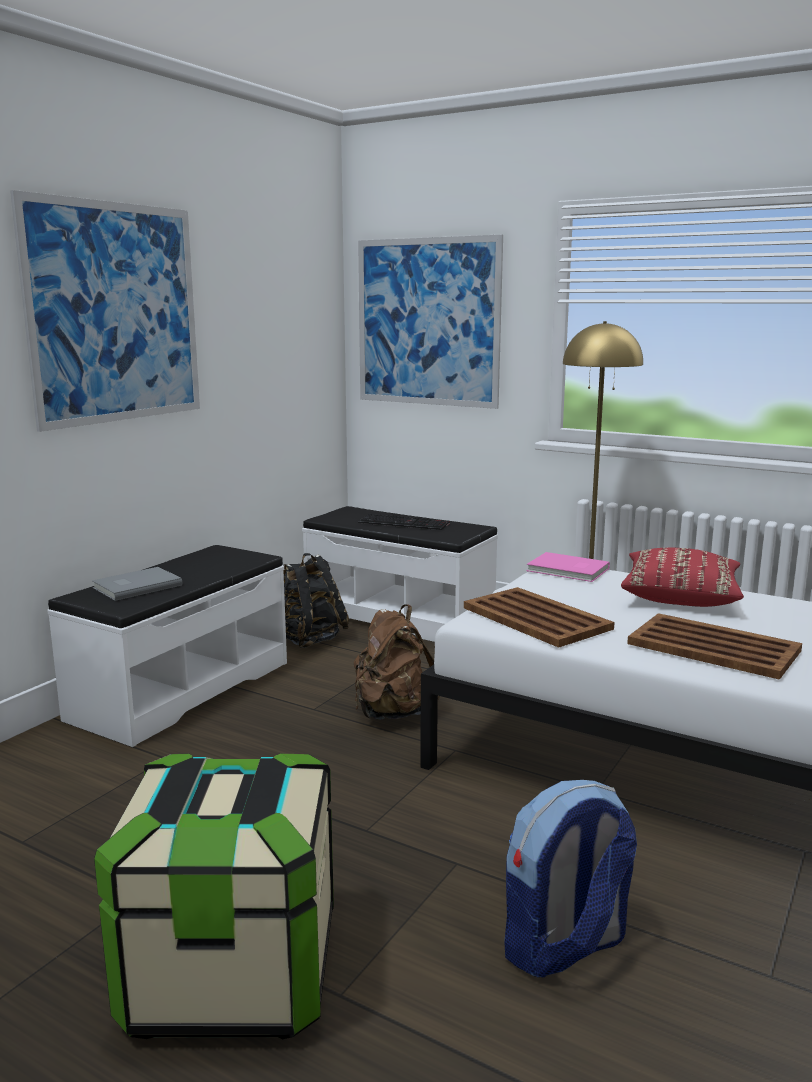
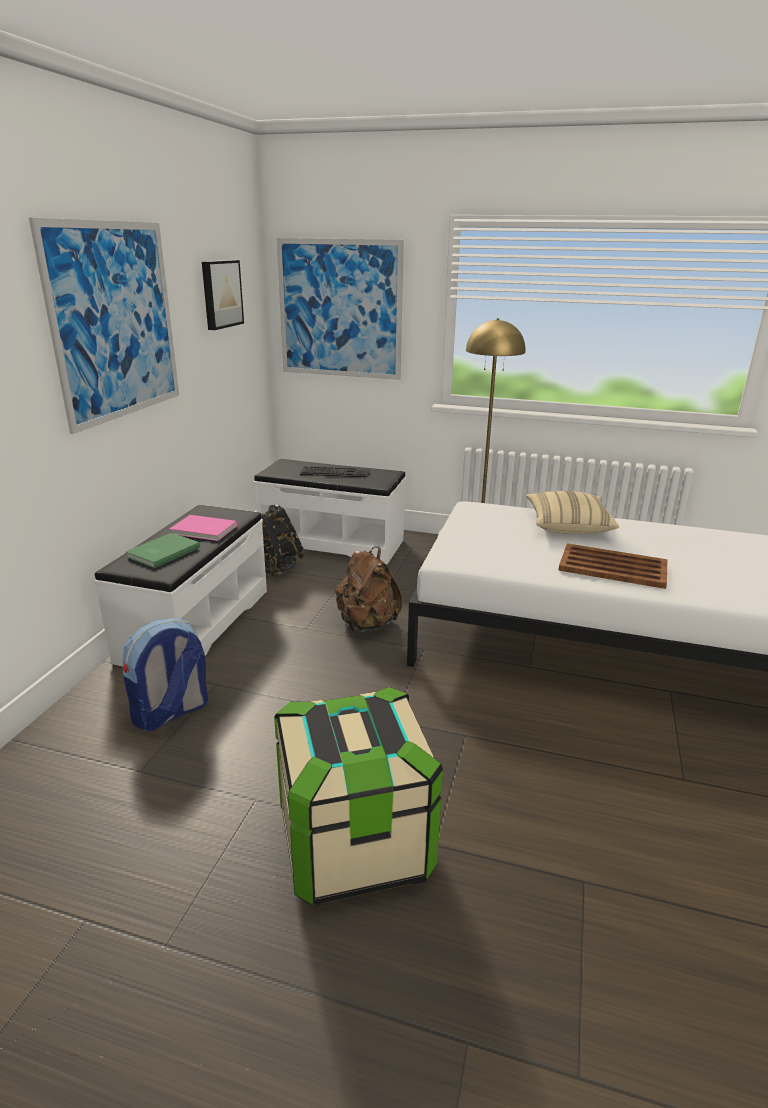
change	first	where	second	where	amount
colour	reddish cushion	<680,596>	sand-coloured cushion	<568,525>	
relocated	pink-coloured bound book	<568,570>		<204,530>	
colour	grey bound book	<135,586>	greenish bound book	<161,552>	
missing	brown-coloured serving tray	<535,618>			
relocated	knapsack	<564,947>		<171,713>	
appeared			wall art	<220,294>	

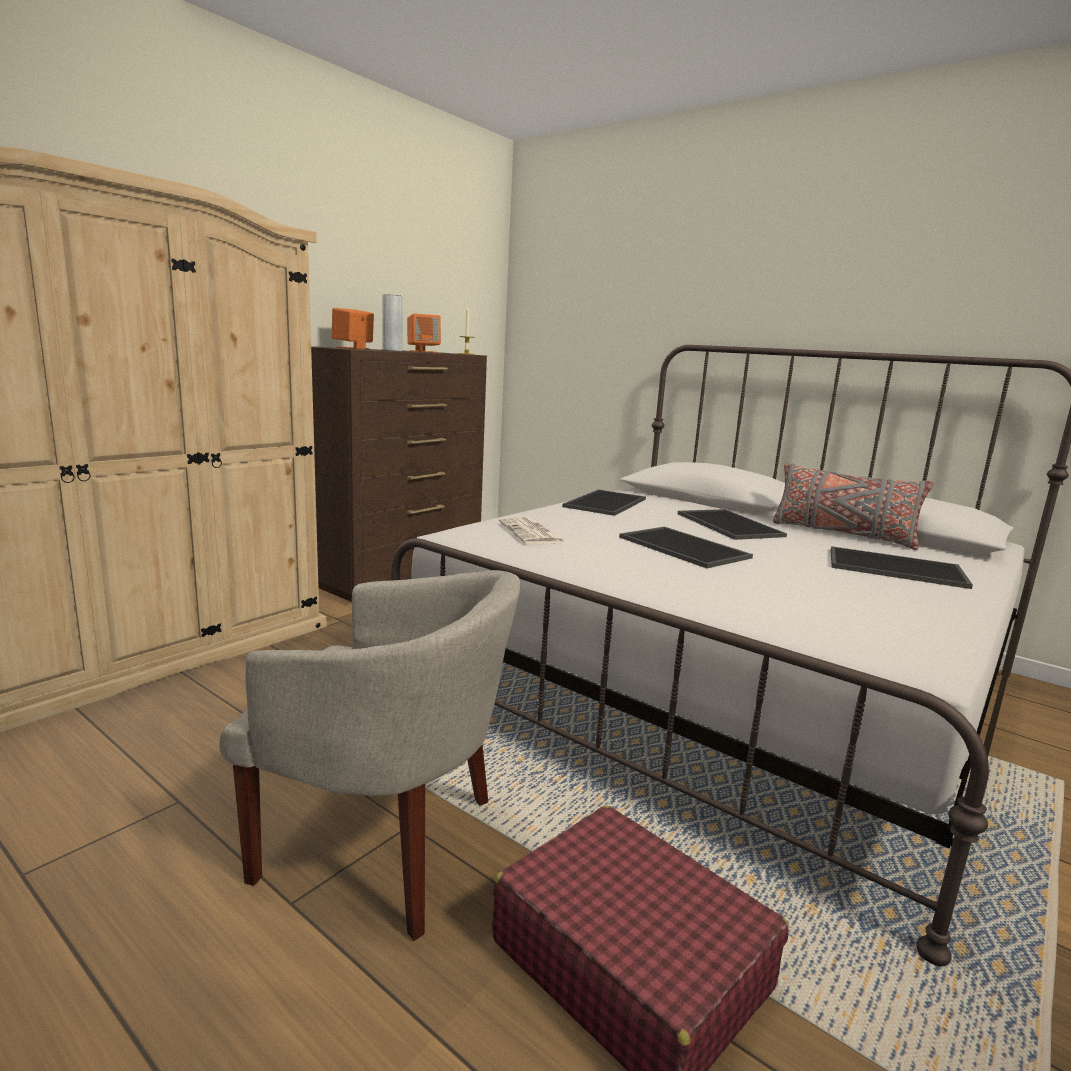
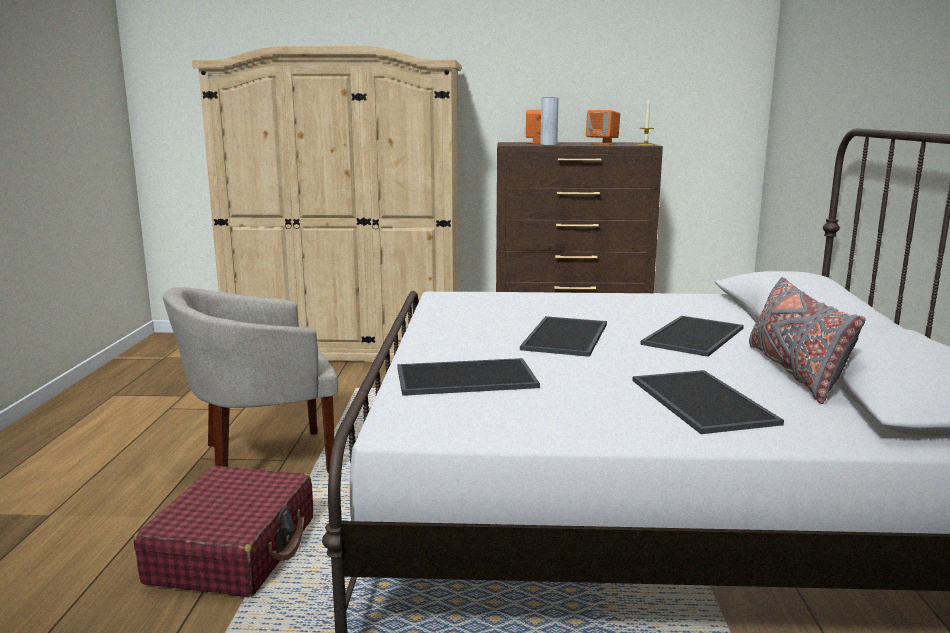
change	first	where	second	where	amount
relocated	serving tray	<606,503>		<465,378>	
missing	daily paper	<532,533>			
spun	sand-coloured lounge chair	<387,845>		<262,461>	90 degrees clockwise

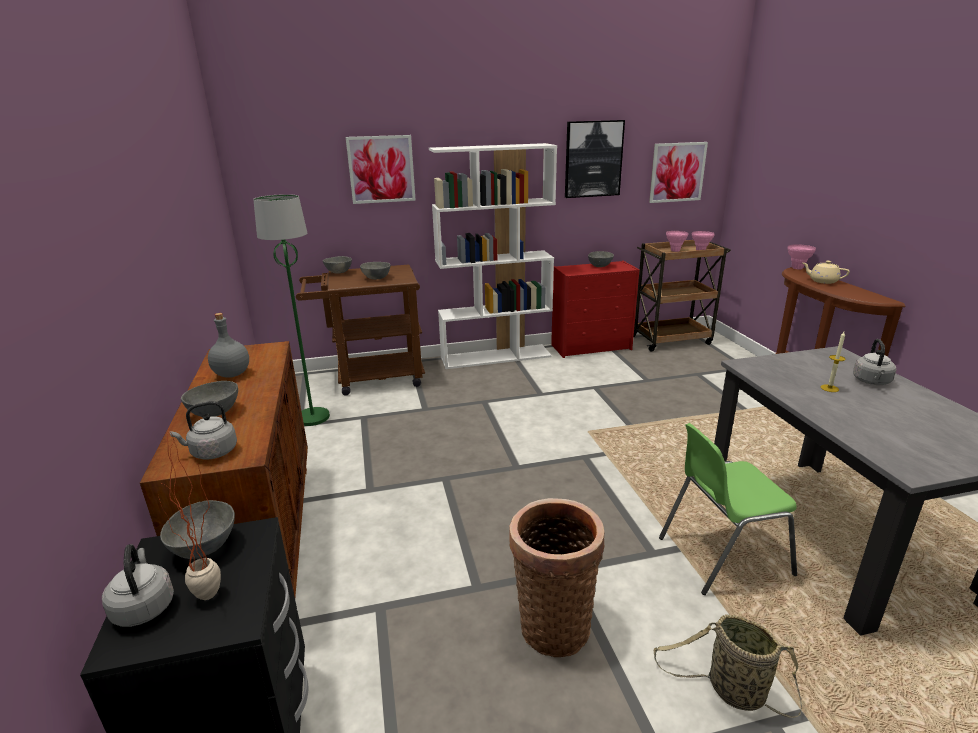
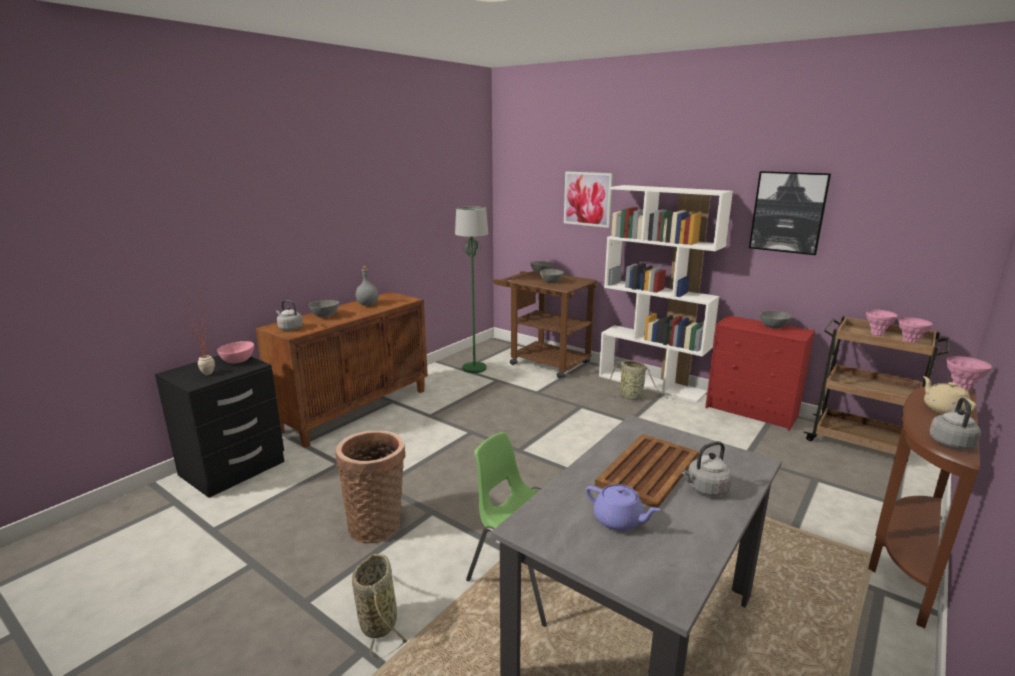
change	first	where	second	where	amount
missing	wall art	<677,172>			
exchanged	wax light	<829,388>	brown-coloured serving tray	<649,469>	
colour	grey serving bowl	<206,546>	pink-coloured serving bowl	<239,361>	
relocated	grey tea kettle	<144,606>		<950,442>	
appeared			storage basket	<632,397>	
appeared			purple pot for tea	<619,520>	

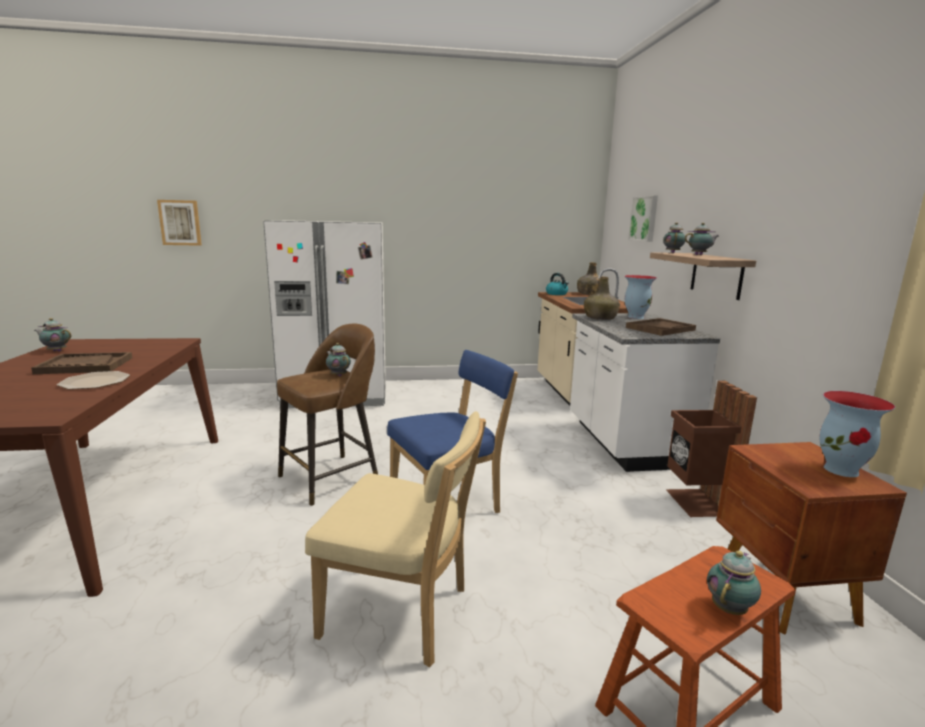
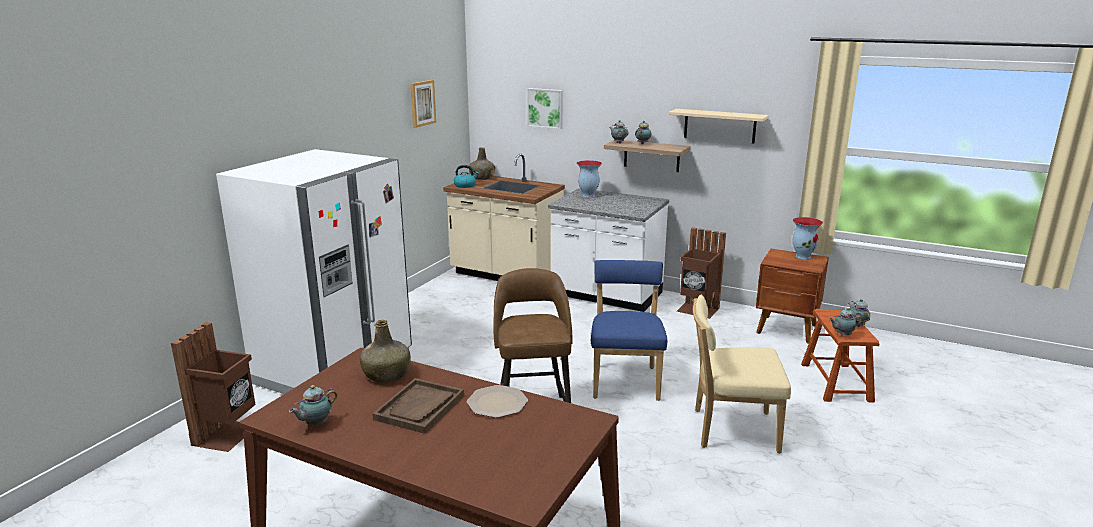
change	first	where	second	where	amount
relocated	wall art	<180,222>		<422,103>	
relocated	greenish bottle	<600,318>		<387,374>	
missing	brown-coloured serving tray	<660,329>			
relocated	pot for tea	<338,375>		<842,335>	
spun	sand-coloured chair	<402,614>		<730,430>	135 degrees counterclockwise
appeared			sand-coloured wall shelf	<719,126>	
appeared			brown-coloured waste bin	<228,435>	

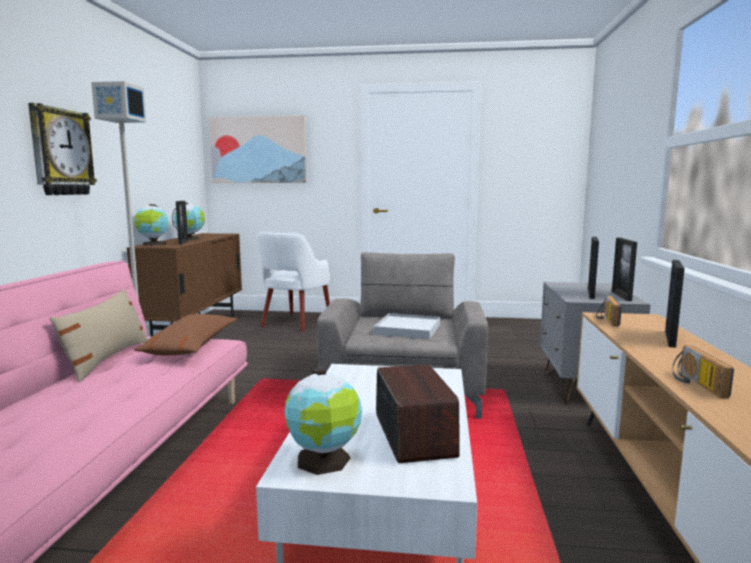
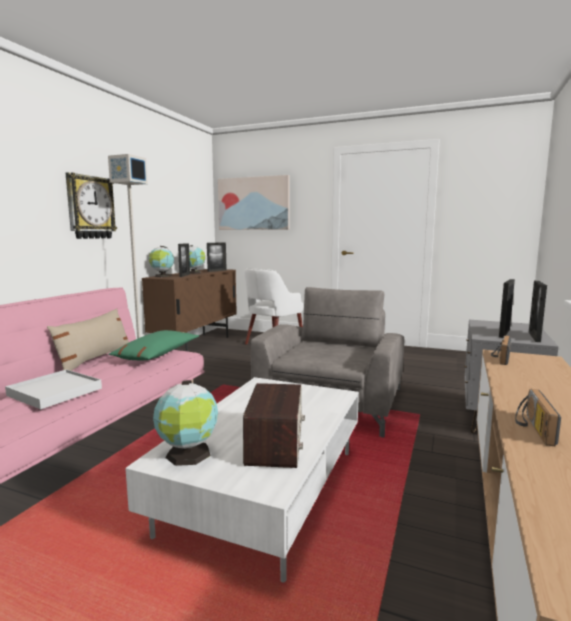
change	first	where	second	where	amount
relocated	photo frame	<670,338>		<217,271>	
relocated	white serving tray	<407,329>		<55,392>	
colour	brown-coloured cushion	<191,346>	greenish cushion	<157,354>	

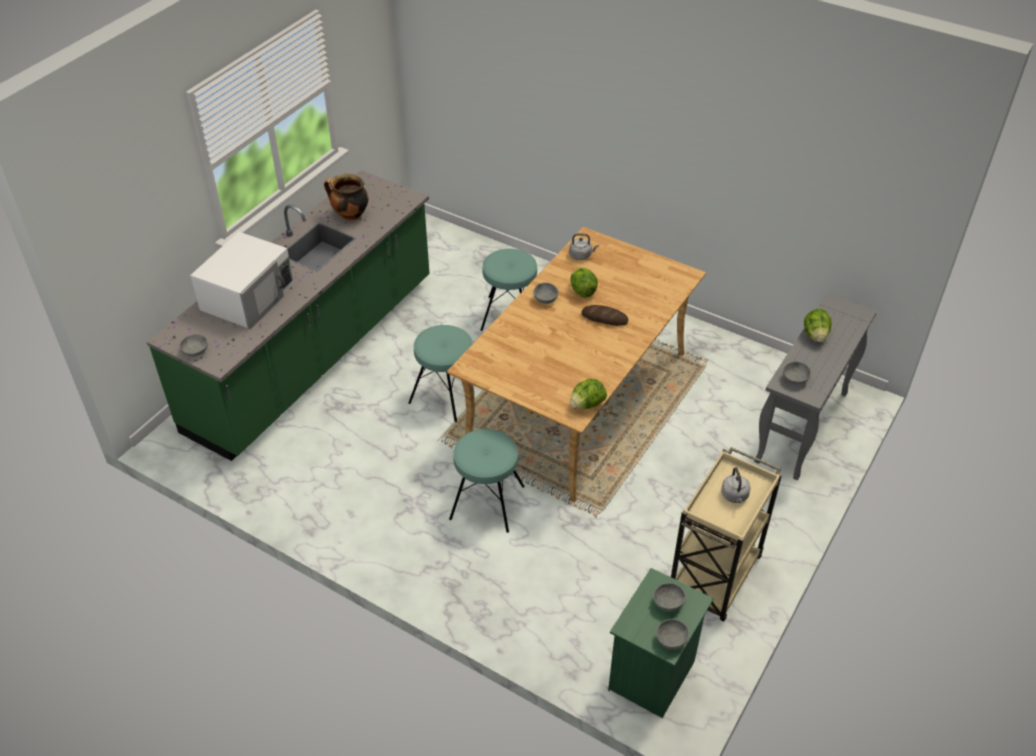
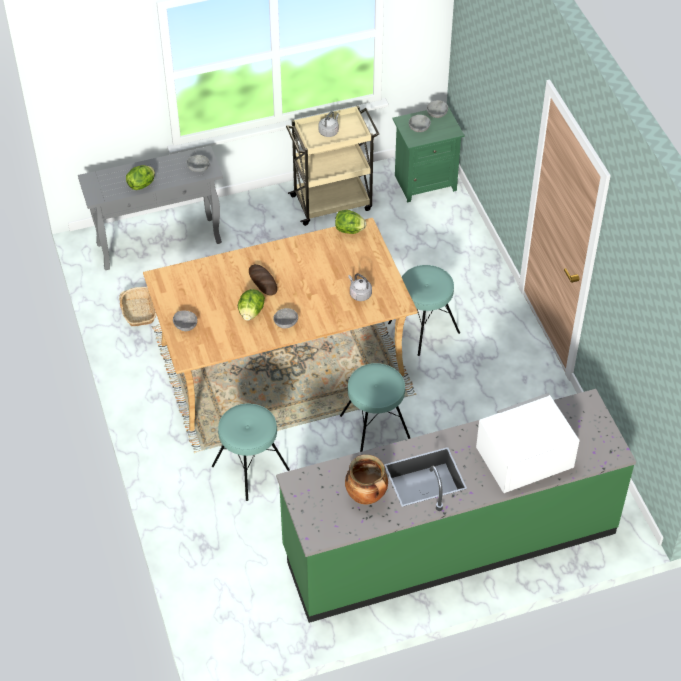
change	first	where	second	where	amount
relocated	grey tea kettle	<581,255>		<359,294>	
relocated	grey serving bowl	<195,352>		<186,325>	
appeared			storage basket	<139,312>	

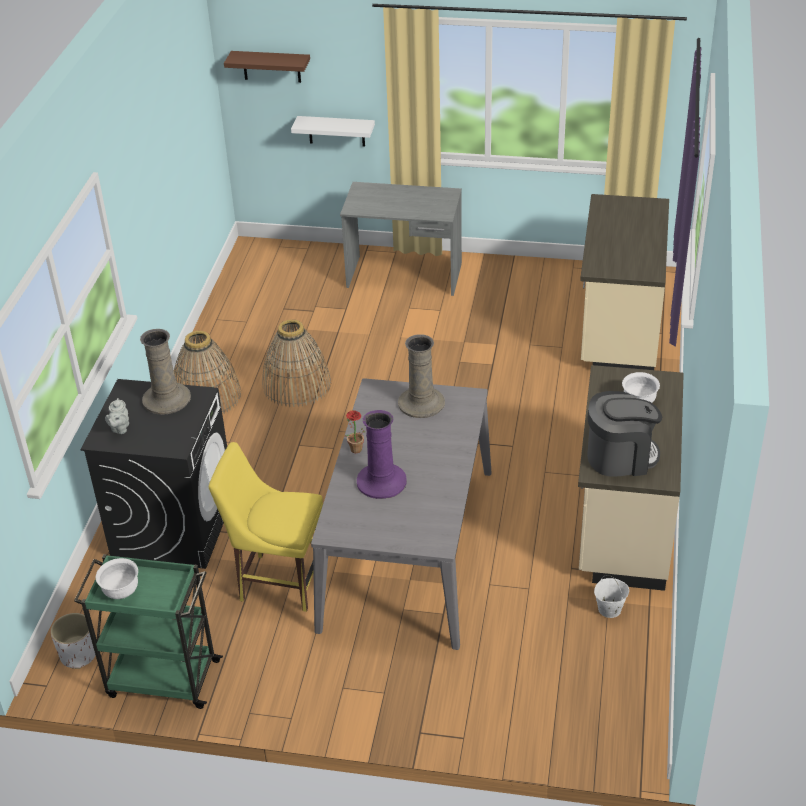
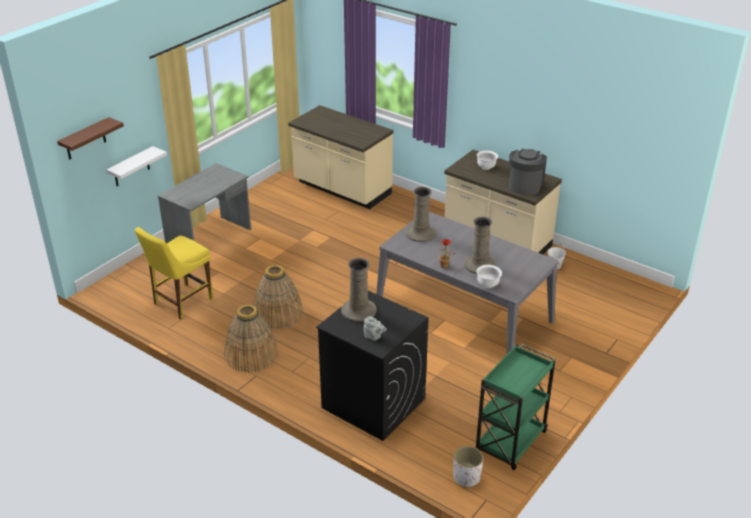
change	first	where	second	where	amount
colour	purple vase	<381,482>	sand-coloured vase	<480,265>	
relocated	yellowish chair	<278,581>		<181,302>	
relocated	white serving bowl	<121,591>		<488,284>	

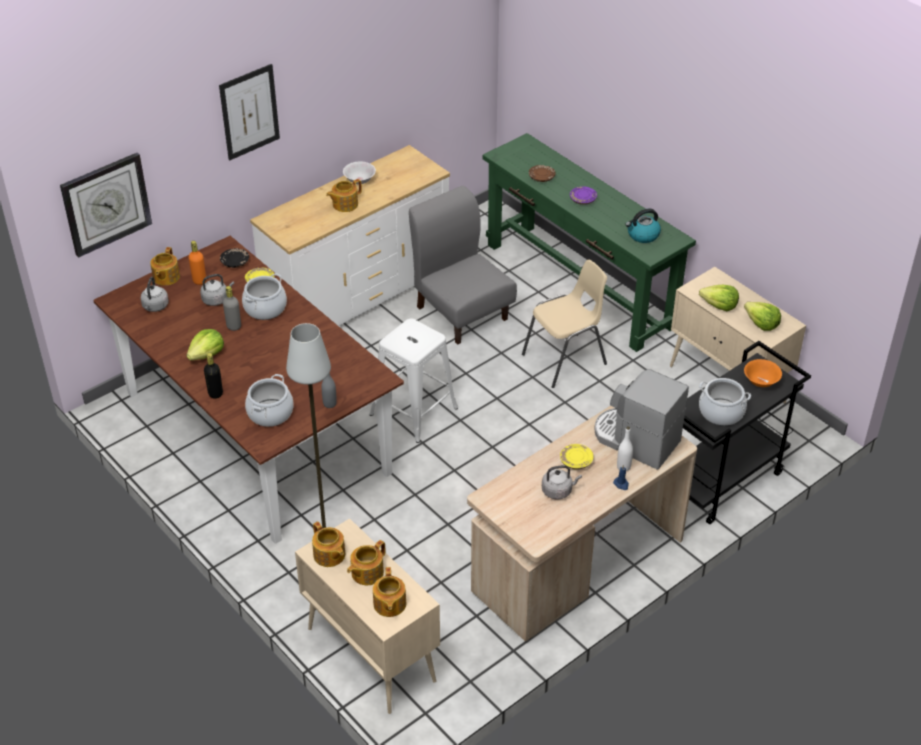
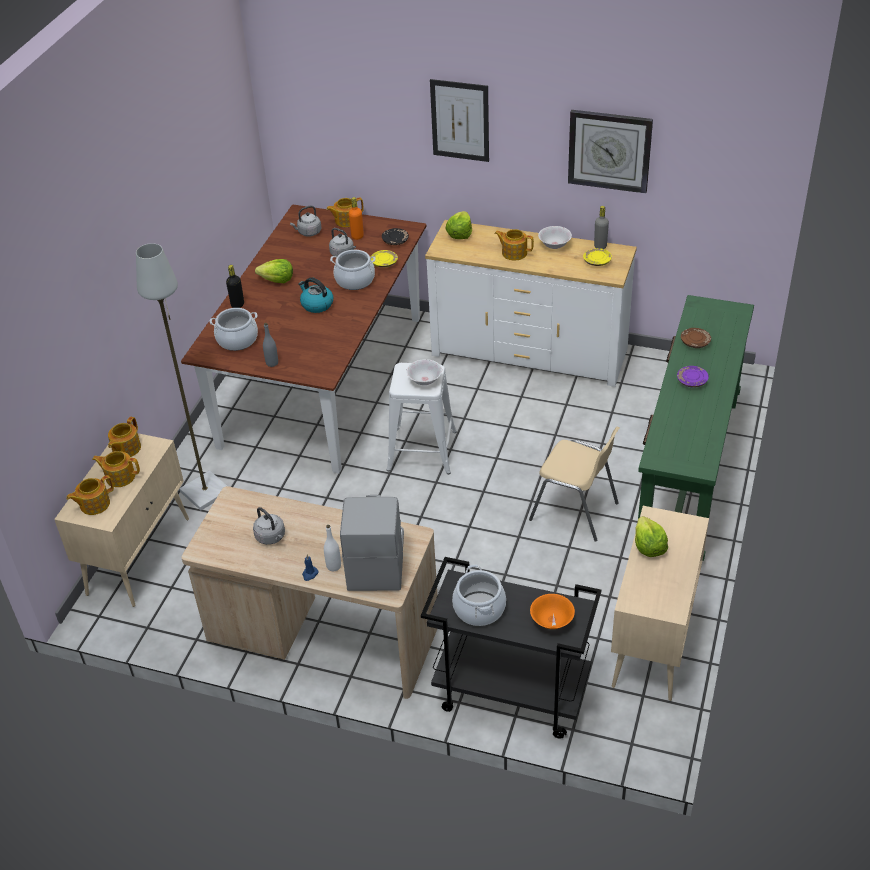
change	first	where	second	where	amount
relocated	clock on the wall	<106,204>		<609,150>	
missing	grey chair	<462,312>			
relocated	tea kettle	<642,235>		<316,304>	
relocated	grey bottle	<234,326>		<600,246>	
relocated	lettuce	<761,324>		<459,233>	
relocated	yellowish plate	<576,461>		<597,261>	
appeared			white serving bowl	<424,380>	

